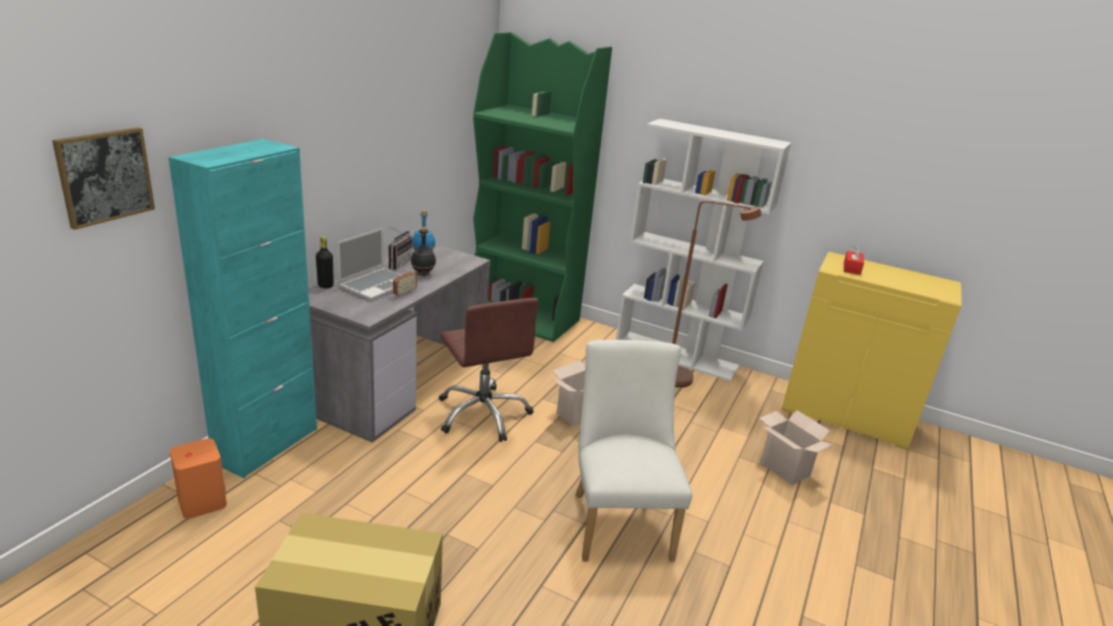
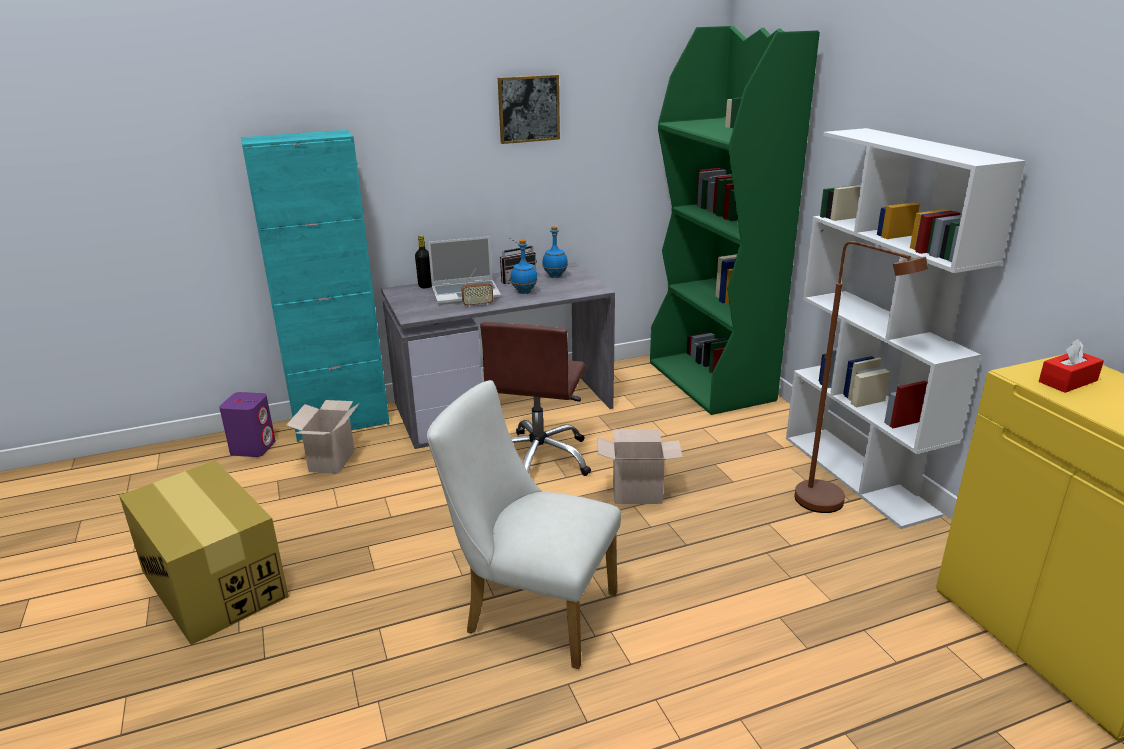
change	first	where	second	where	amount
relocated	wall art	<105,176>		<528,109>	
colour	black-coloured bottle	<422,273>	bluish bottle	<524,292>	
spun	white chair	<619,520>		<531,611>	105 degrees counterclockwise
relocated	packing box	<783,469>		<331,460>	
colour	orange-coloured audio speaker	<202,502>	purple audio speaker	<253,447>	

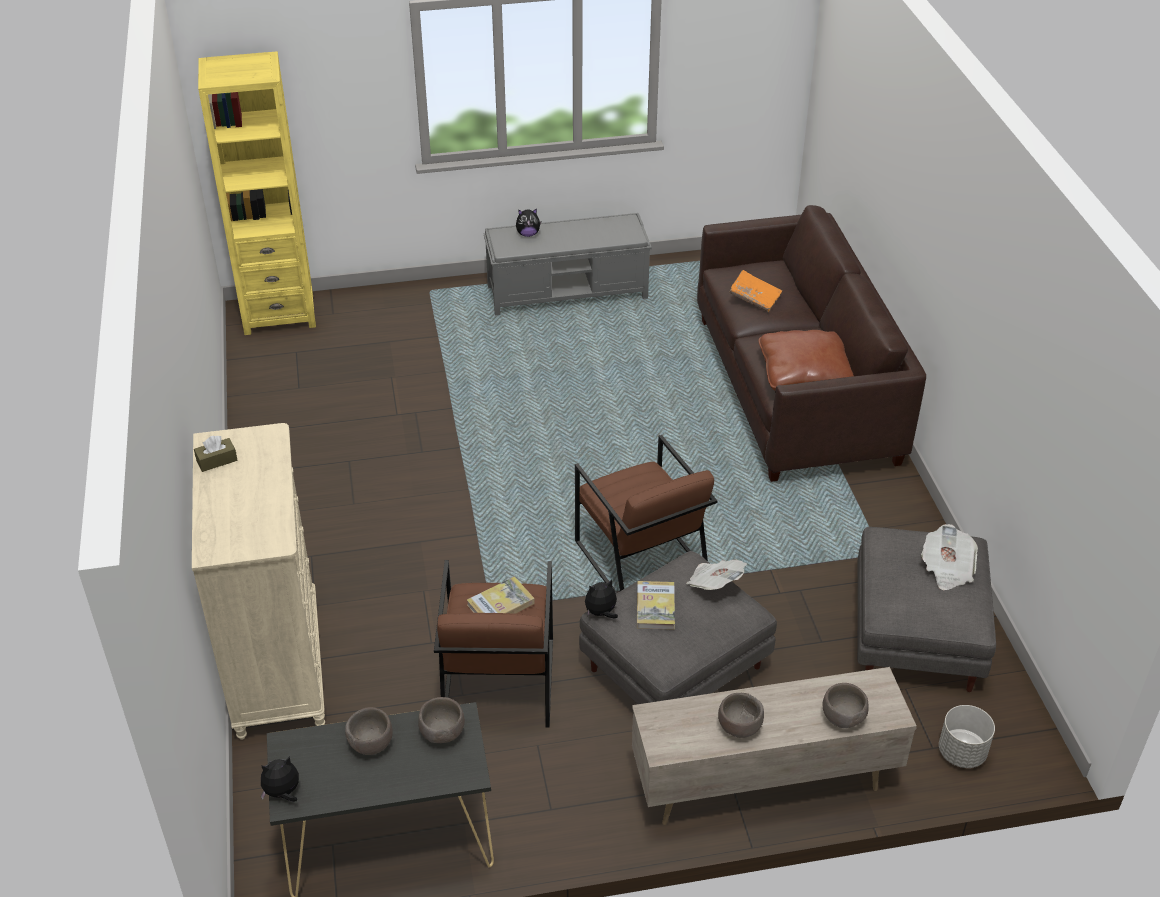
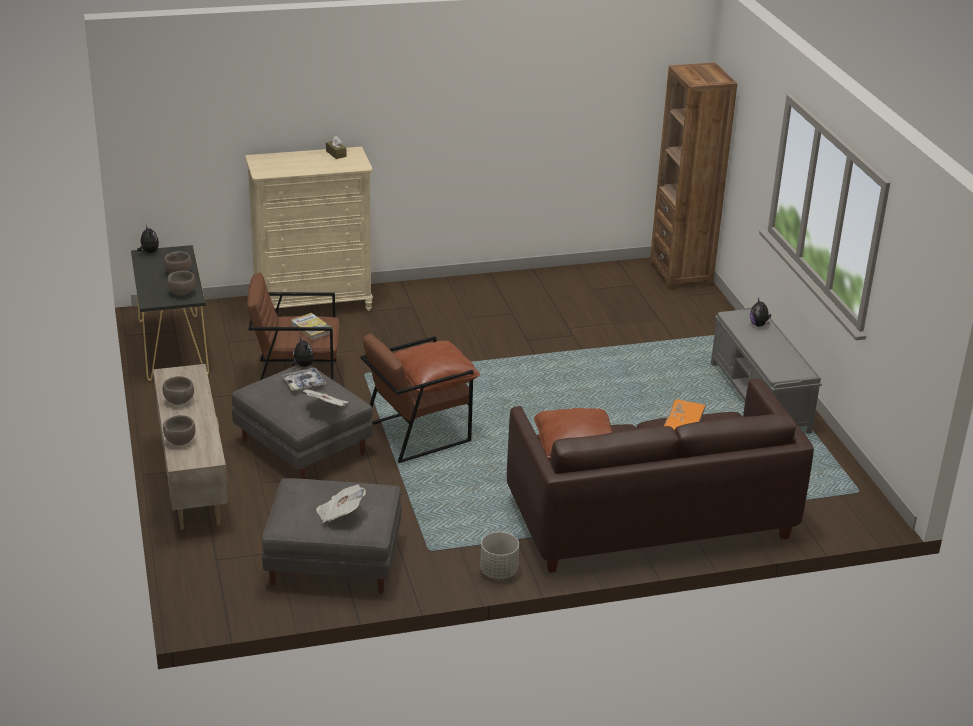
change	first	where	second	where	amount
colour	yellowish shelving unit	<279,313>	brown-coloured shelving unit	<681,274>	
exchanged	bound book	<655,607>	serving tray	<304,383>	
relocated	grey plant pot	<962,753>		<498,572>	
appeared			brown-coloured cushion	<434,379>	

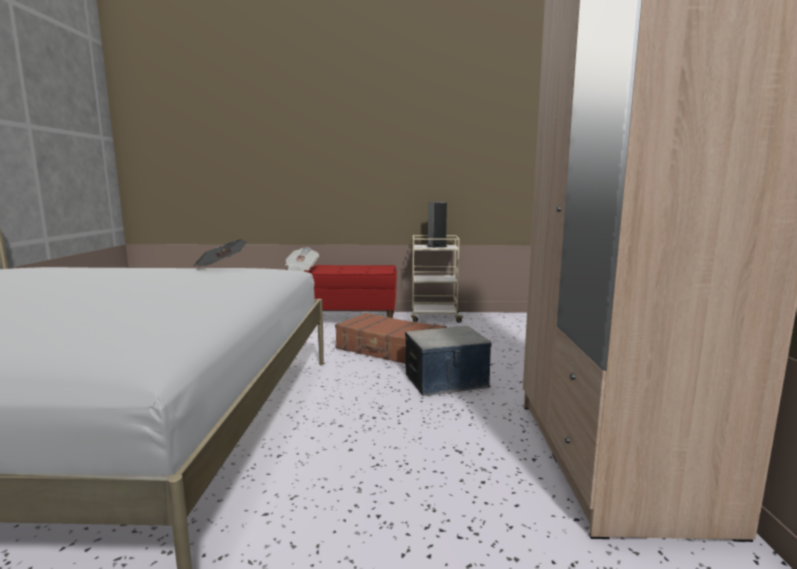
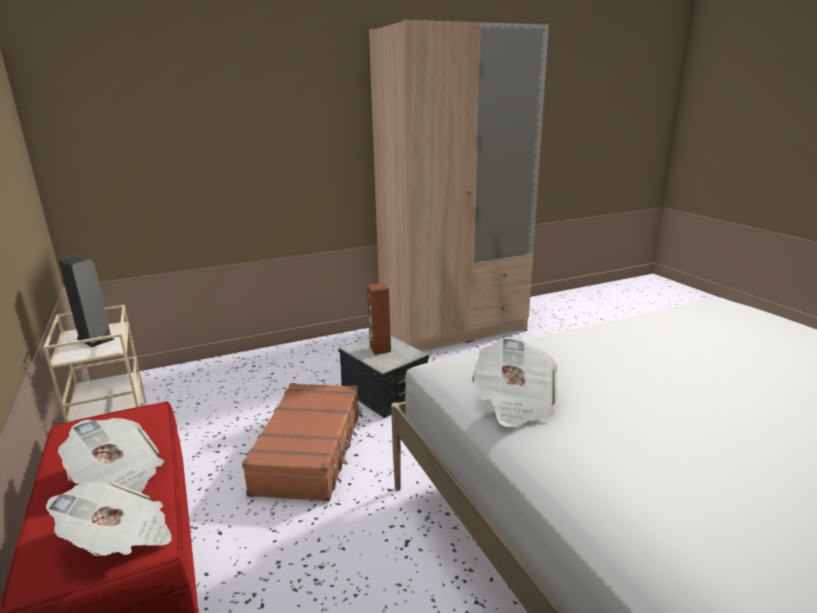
change	first	where	second	where	amount
appeared			brown-coloured audio speaker	<379,349>	
appeared			daily paper	<118,476>	

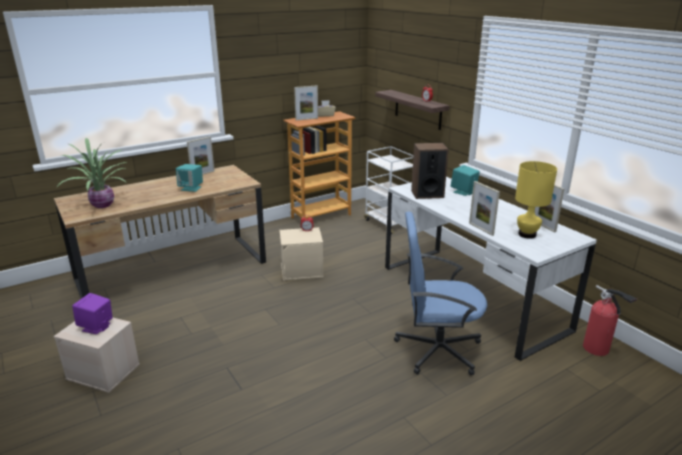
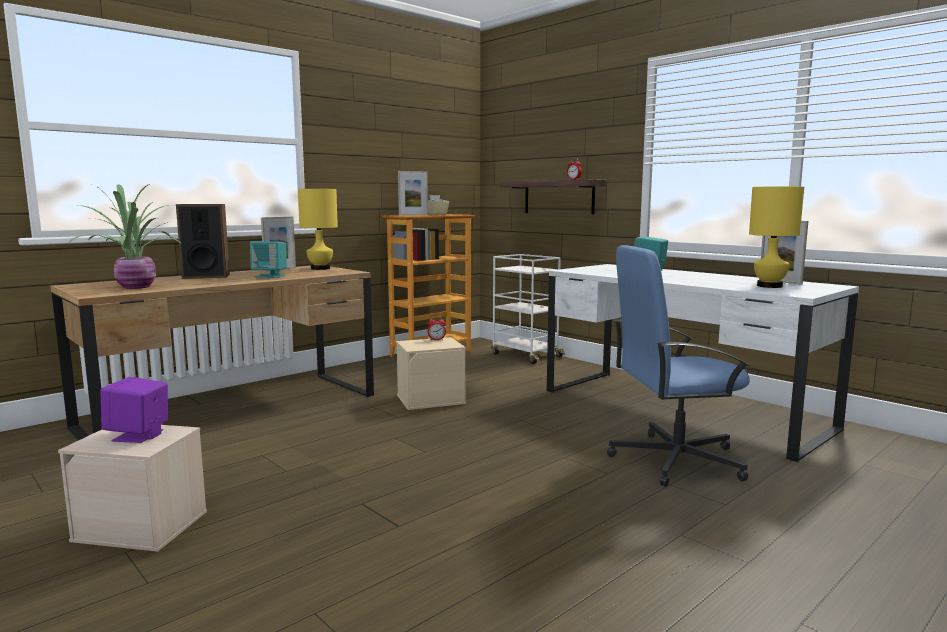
change	first	where	second	where	amount
relocated	audio speaker	<427,194>		<206,276>	
missing	photo frame	<481,229>			
missing	fire-fighting cylinder	<598,350>			
appeared			yellowish lamp for a table	<320,268>	

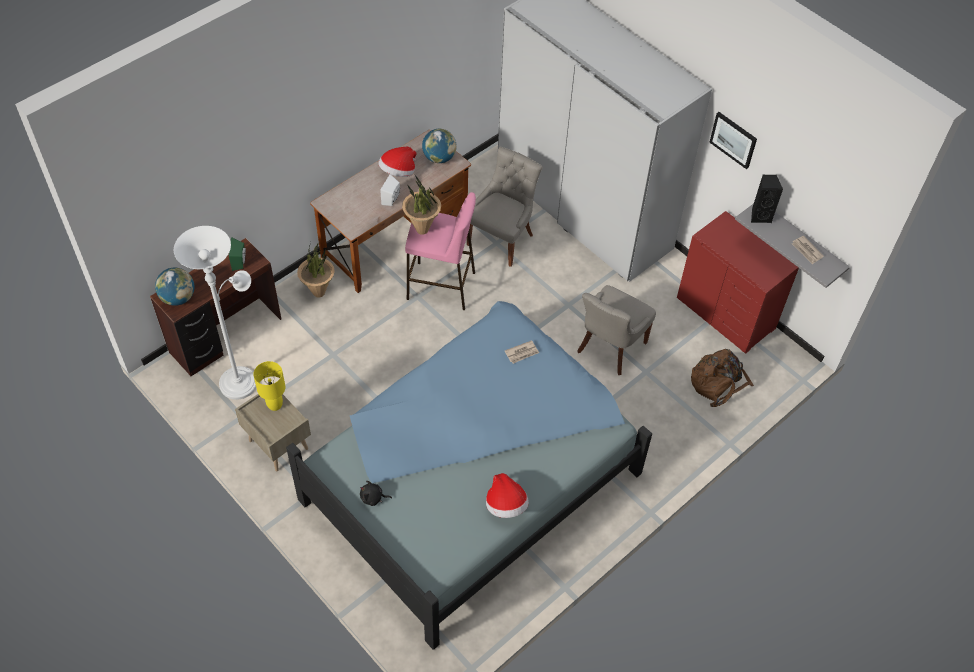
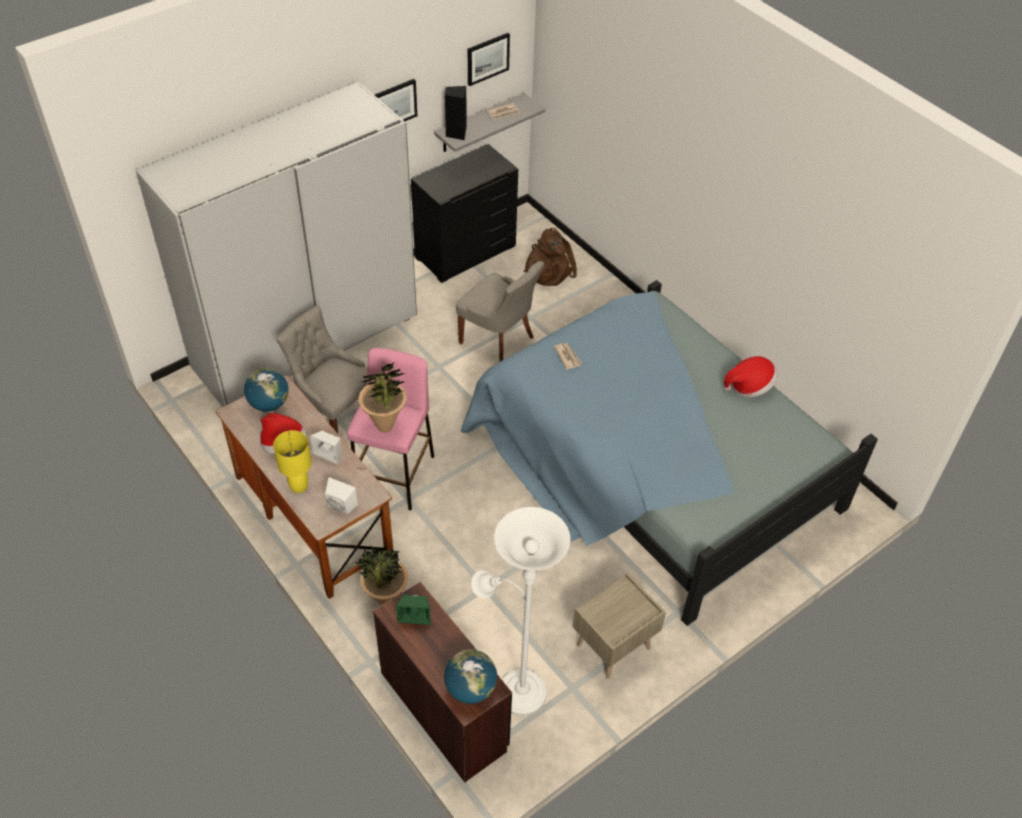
change	first	where	second	where	amount
colour	reddish drawer chest	<726,313>	black-coloured drawer chest	<465,251>	
relocated	yellowish lamp for a table	<275,405>		<298,486>	
missing	black-coloured plush toy	<373,498>			
appeared			wall art	<487,58>	
appeared			white audio speaker	<340,506>	

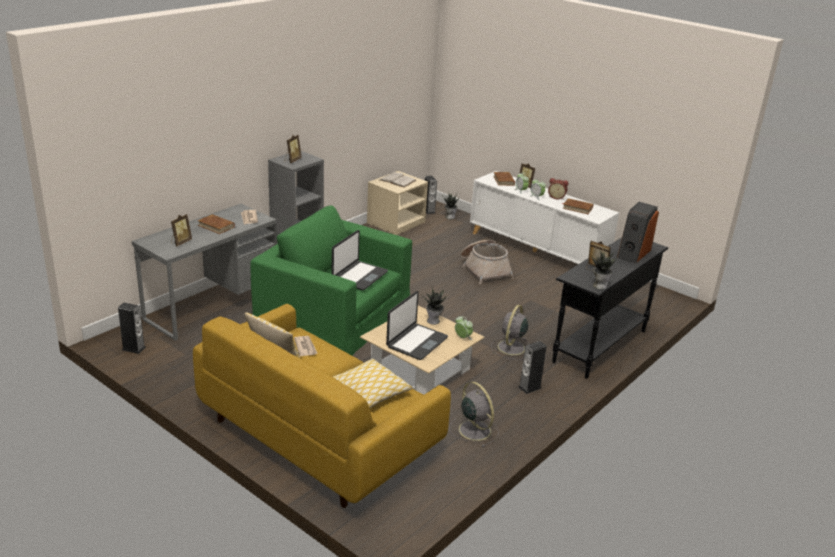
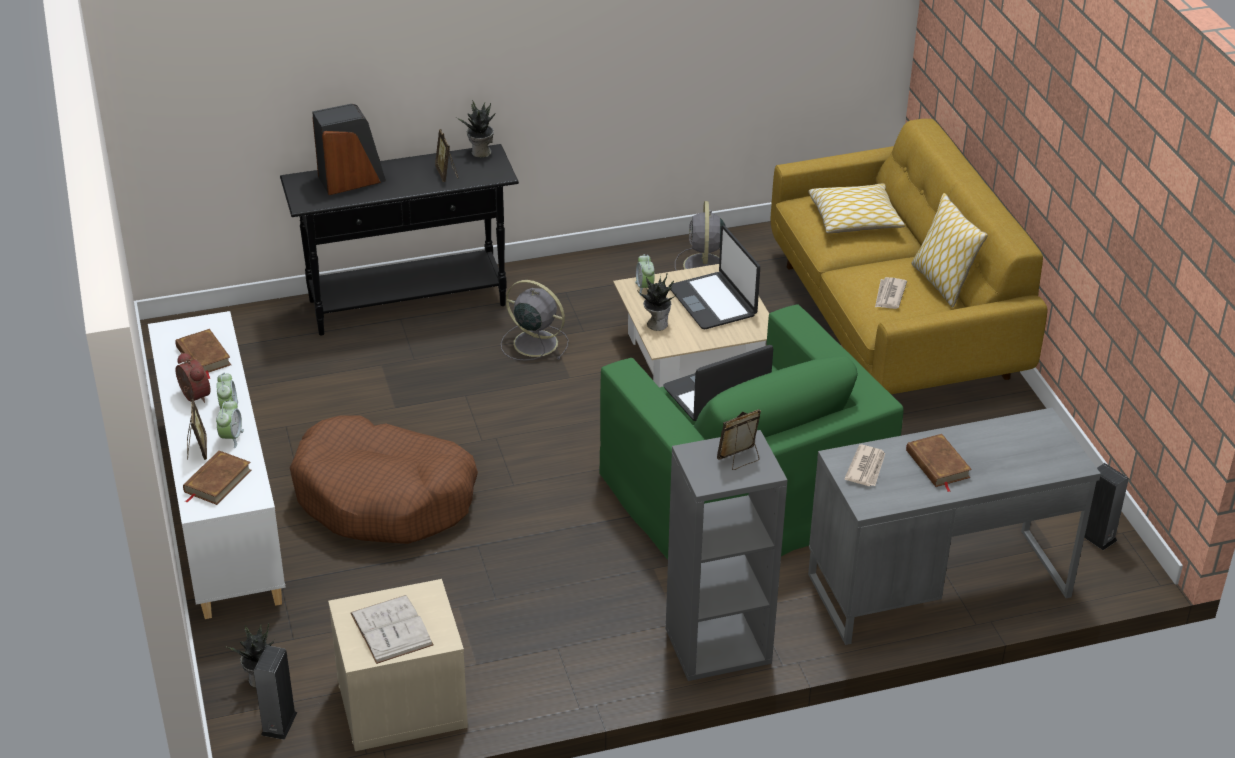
change	first	where	second	where	amount
missing	photo frame	<180,242>			
exchanged	storage basket	<484,269>	brown-coloured pet bed	<384,497>	
spun	laptop	<416,342>		<713,302>	90 degrees counterclockwise
spun	grey electric fan	<511,348>		<533,342>	120 degrees counterclockwise
missing	audio speaker	<529,387>			

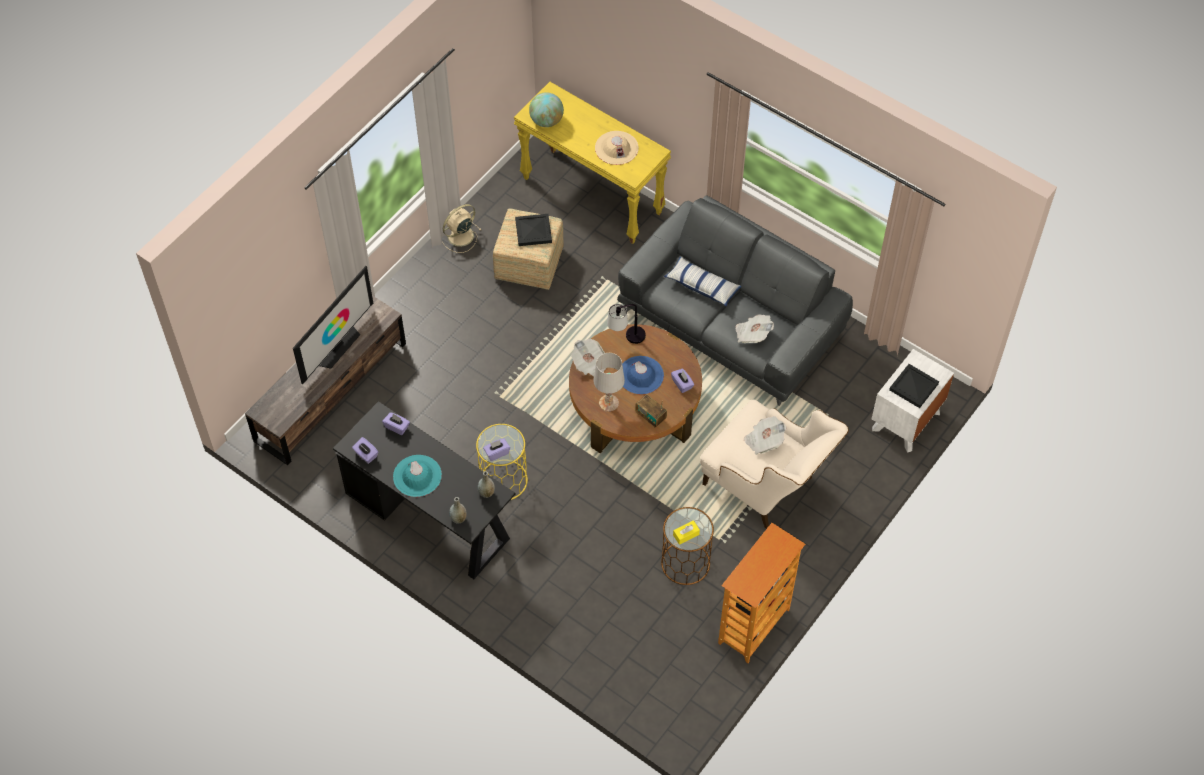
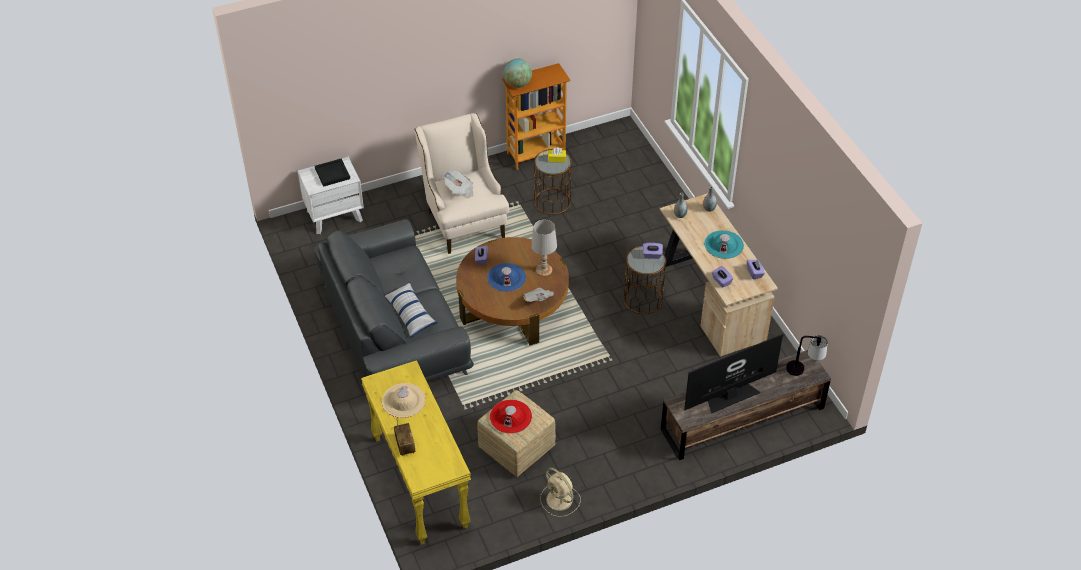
change	first	where	second	where	amount
relocated	world globe	<546,121>		<517,84>	
spun	sand-coloured electric fan	<459,236>		<560,500>	60 degrees clockwise
exchanged	black-coloured serving tray	<533,231>	reddish wearable hat	<510,416>	
relocated	lamp for a table	<626,338>		<803,370>	
missing	daily paper	<752,334>			
relocated	radio set	<650,416>		<405,445>	
colour	black-coloured desk unit	<430,517>	sand-coloured desk unit	<711,299>	
colour	yellowish end table	<503,480>	brown-coloured end table	<643,299>	

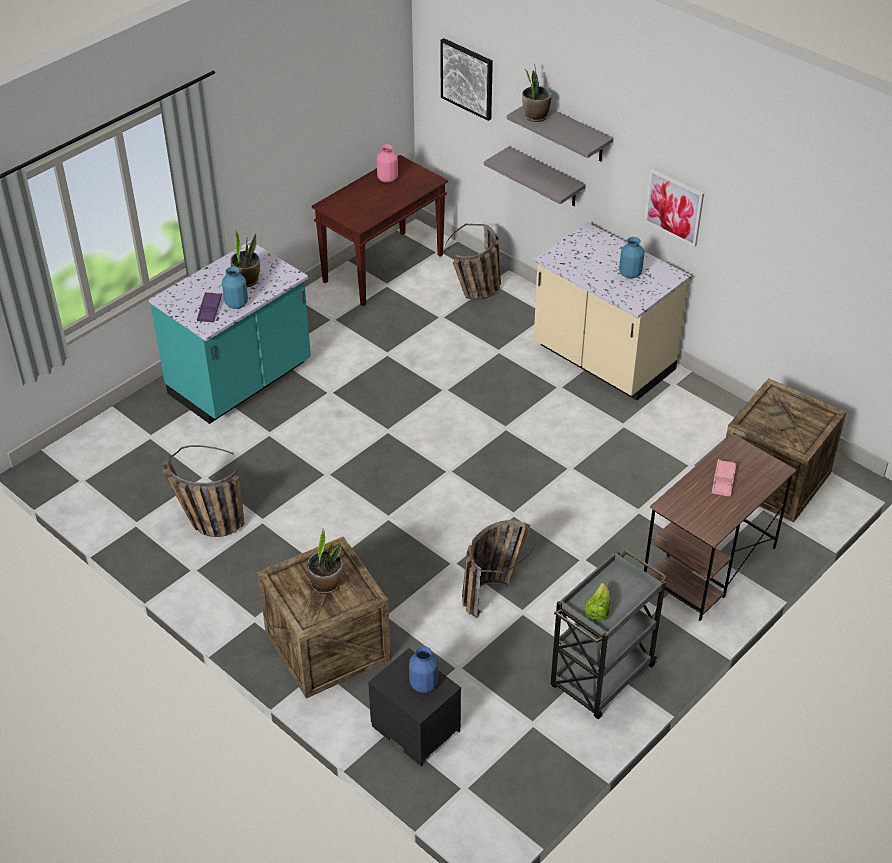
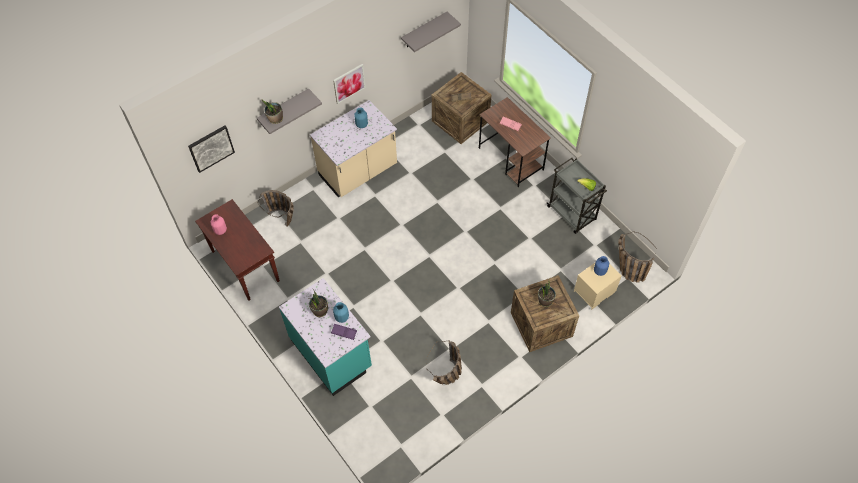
change	first	where	second	where	amount
relocated	grey wall shelf	<546,177>		<424,30>	
relocated	storage basket	<492,590>		<626,269>	
colour	black-coloured nightstand	<414,729>	sand-coloured nightstand	<594,292>	

